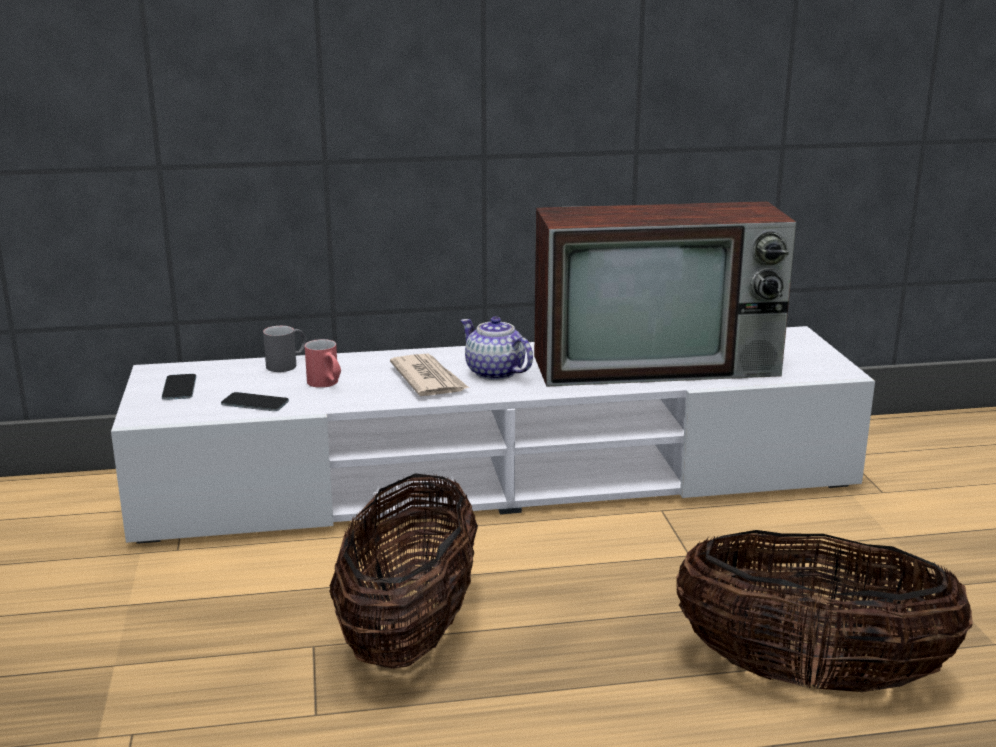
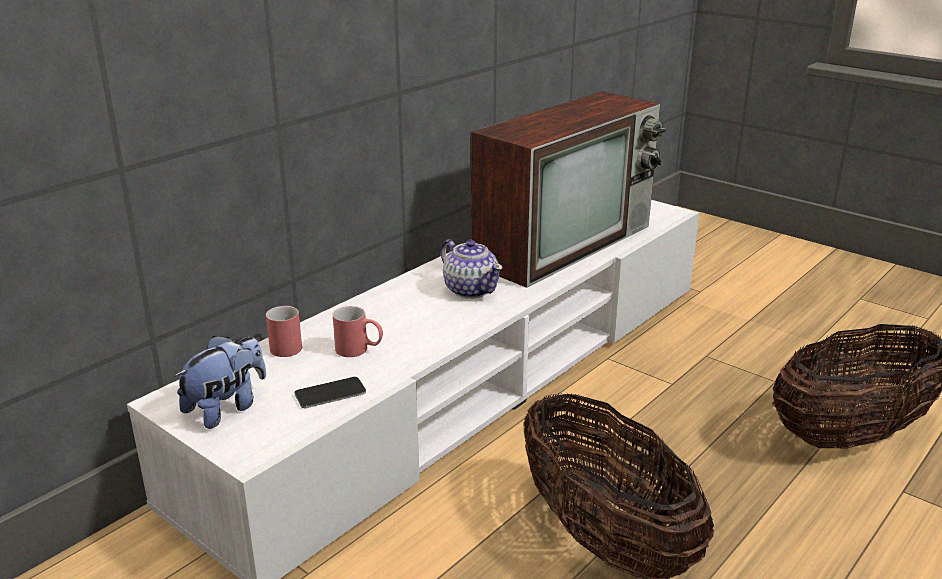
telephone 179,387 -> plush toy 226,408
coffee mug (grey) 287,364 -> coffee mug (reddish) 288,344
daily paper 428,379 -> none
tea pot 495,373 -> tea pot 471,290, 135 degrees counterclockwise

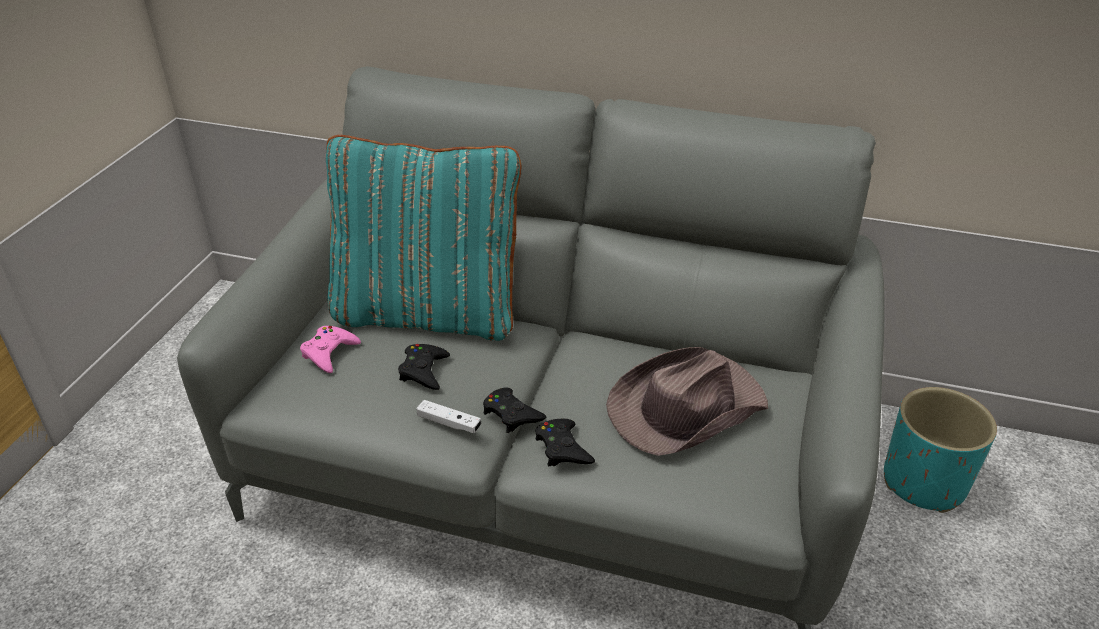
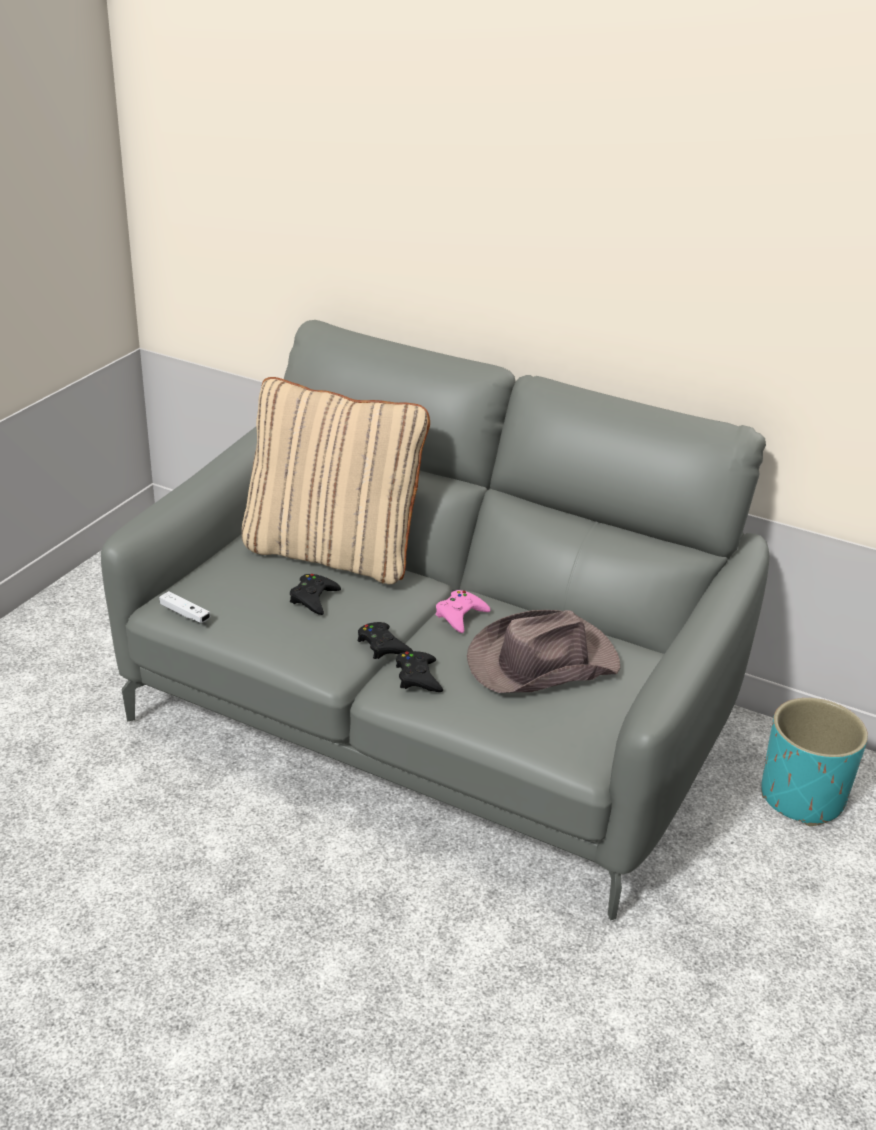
game controller (pink-coloured) 329,353 -> game controller (pink-coloured) 460,615, relocated
cushion (turquoise-coloured) 428,312 -> cushion (sand-coloured) 333,553
game controller (white) 449,423 -> game controller (white) 185,614, relocated

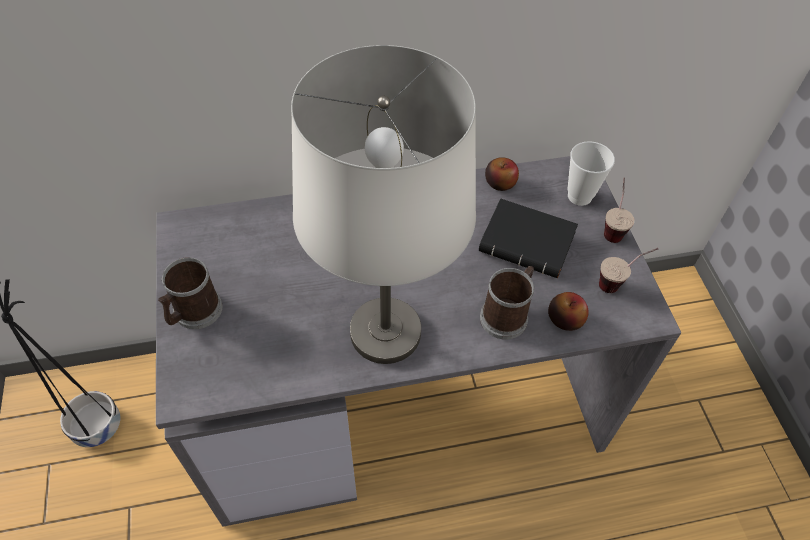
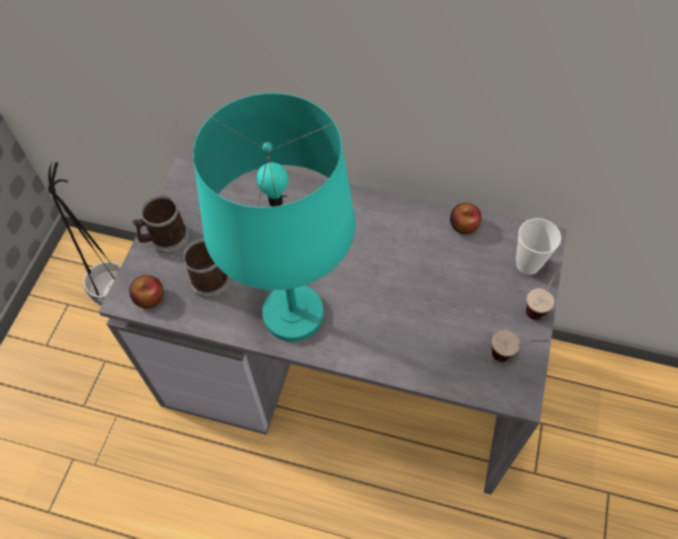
lamp for a table (white) 384,332 -> lamp for a table (turquoise-coloured) 292,313
volume (black-coloured) 529,243 -> none
coffee mug 507,315 -> coffee mug 215,279, relocated
whole apple 565,319 -> whole apple 149,297, relocated

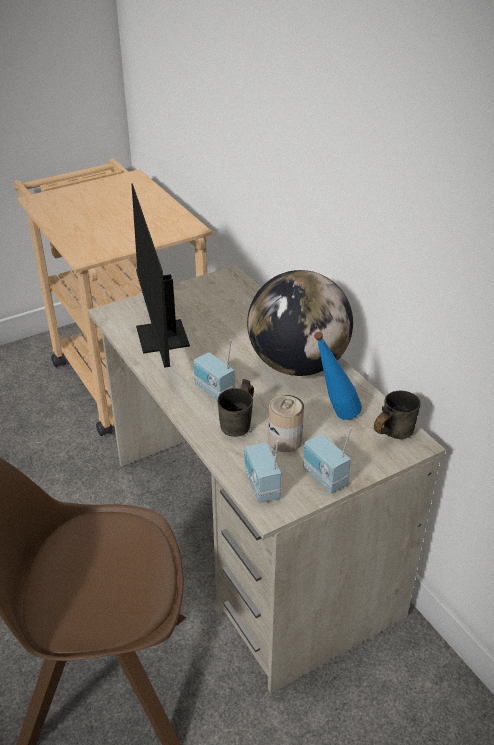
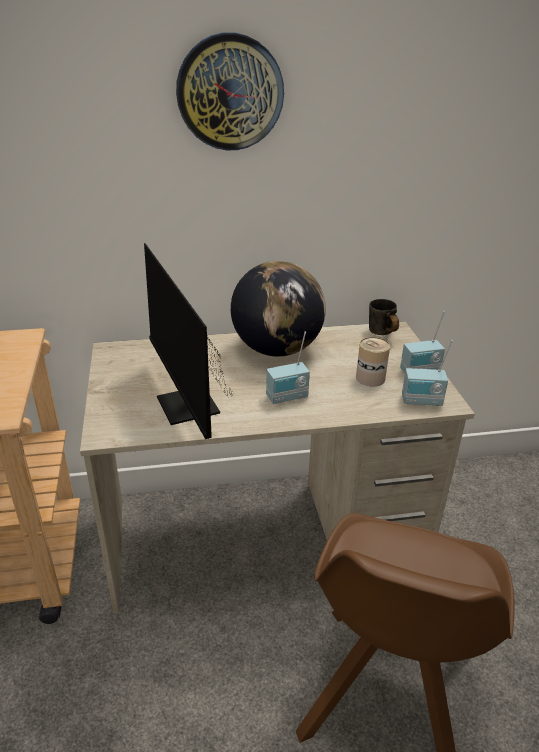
computer screen 161,342 -> computer screen 188,411, 60 degrees clockwise
coffee mug (grey) 241,425 -> none
drink bottle (blue) 334,417 -> none
none -> clock on the wall 230,93

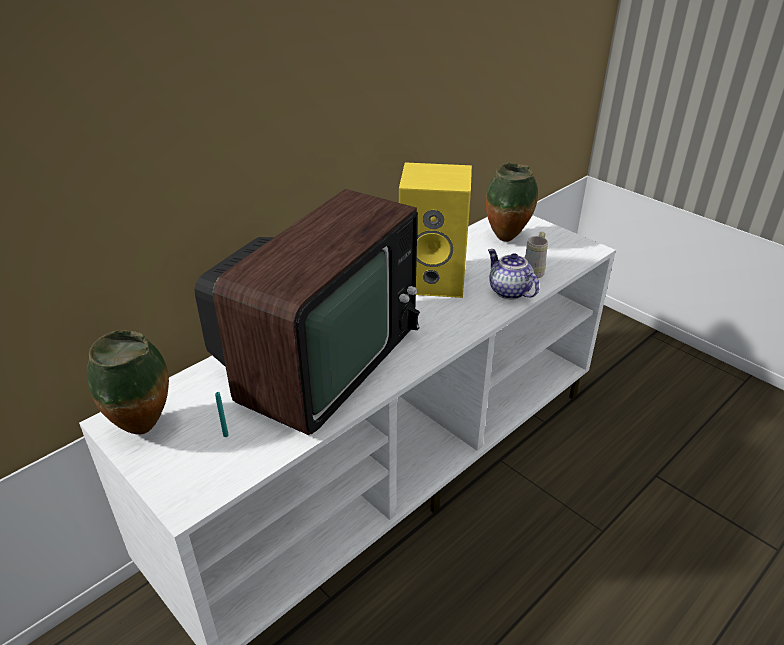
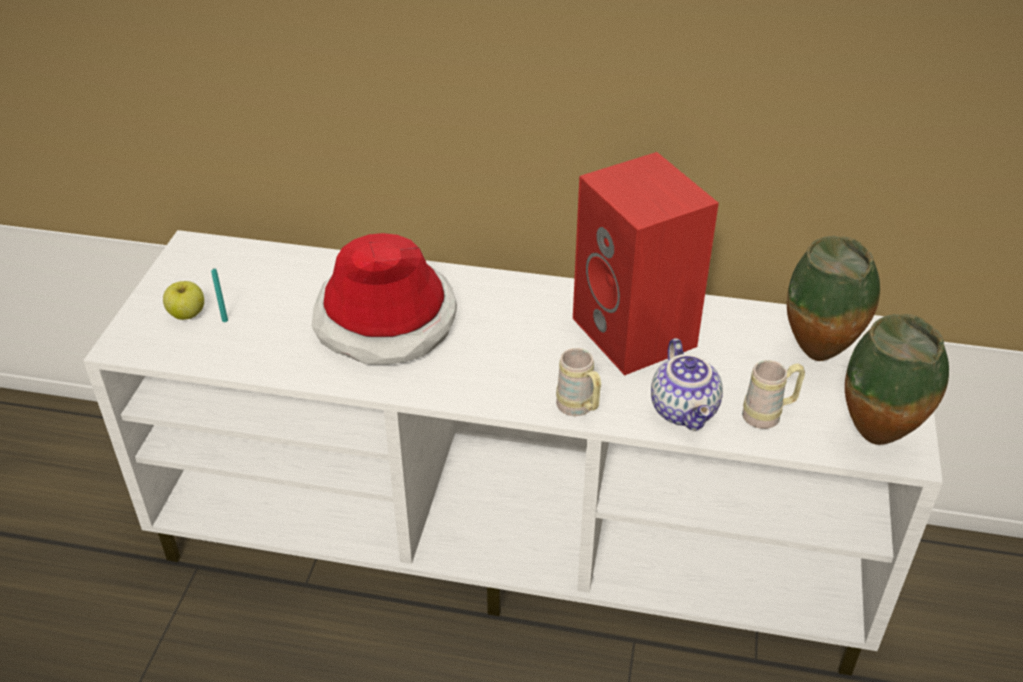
decorative vase 145,430 -> decorative vase 877,440, relocated
TV 318,361 -> hat 386,321
loudspeaker (yellowish) 434,279 -> loudspeaker (reddish) 637,333
tea pot 508,291 -> tea pot 685,410, 150 degrees clockwise
none -> whole apple 187,314
none -> coffee mug (sand-coloured) 579,409

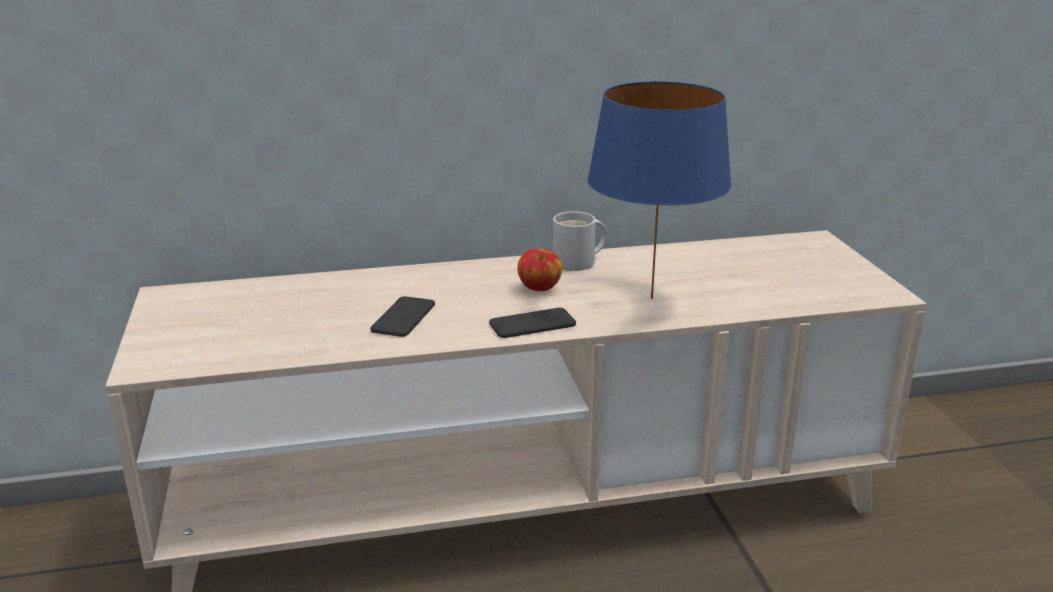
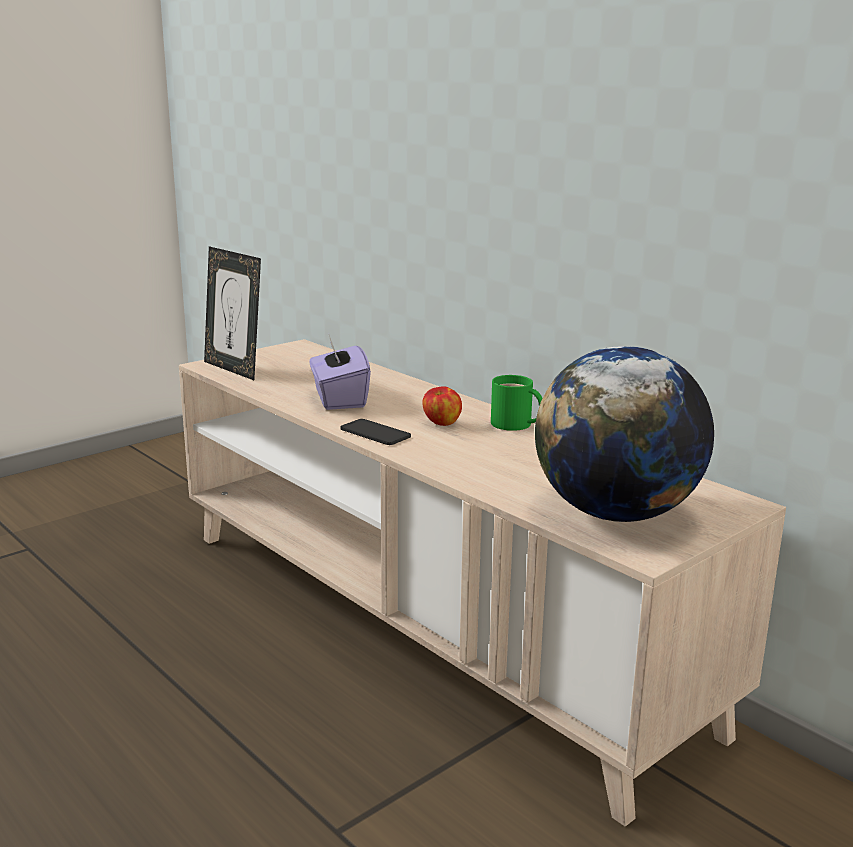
telephone 403,317 -> tissue box (purplish) 339,399
coffee mug (white) 578,262 -> coffee mug (green) 513,425
lamp for a table (blue) 650,298 -> none
none -> picture frame 234,369
none -> world globe 616,513

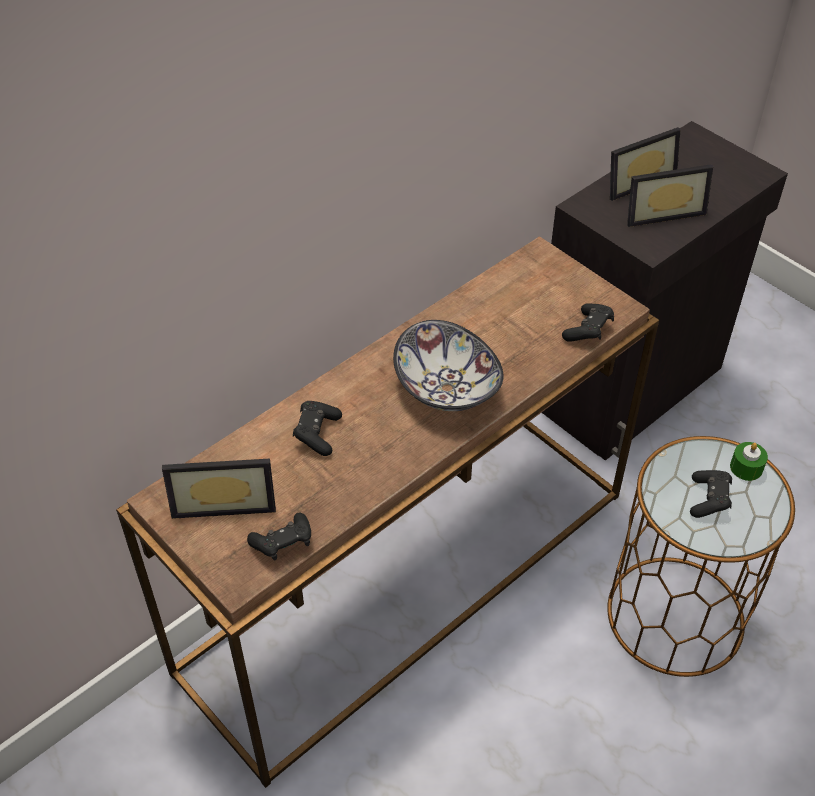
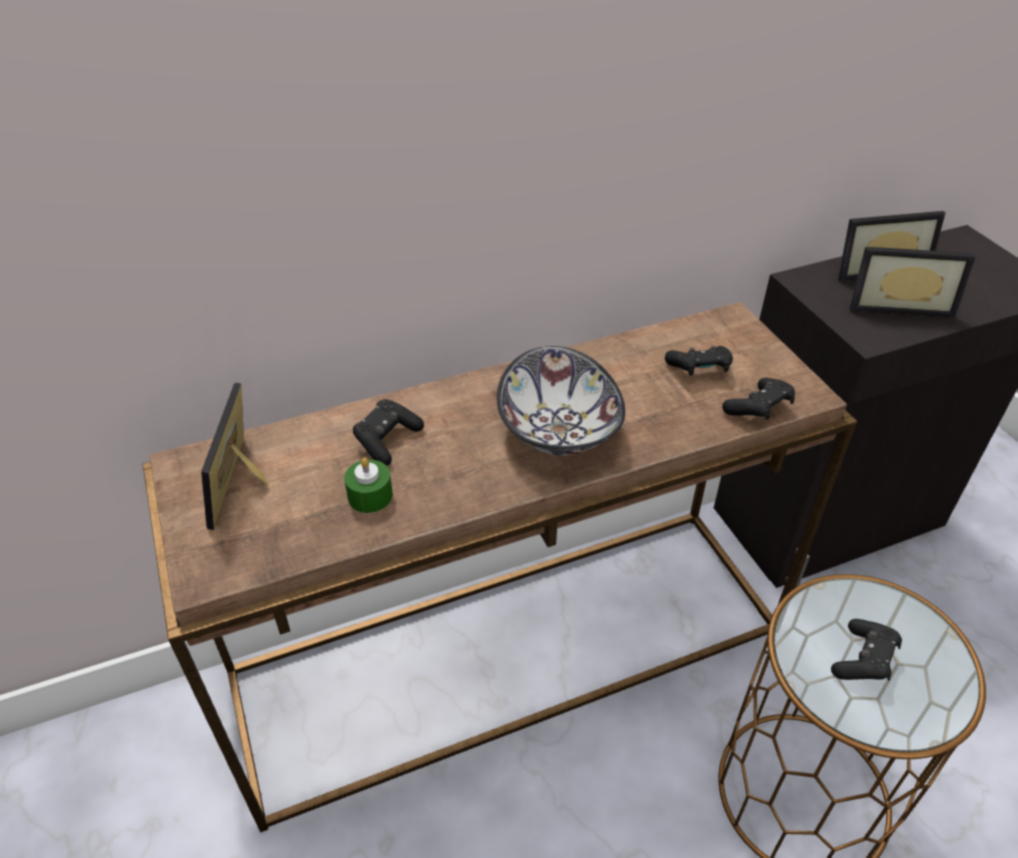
picture frame 224,500 -> picture frame 246,482, 75 degrees clockwise
game controller (black-coloured) 283,544 -> game controller (black-coloured) 699,370, relocated
wax light (green) 746,467 -> wax light (green) 370,496, relocated

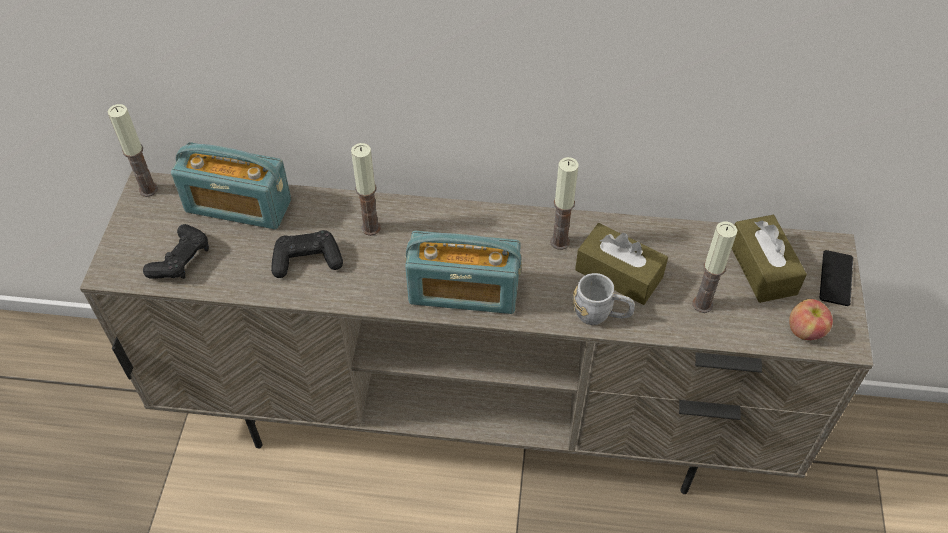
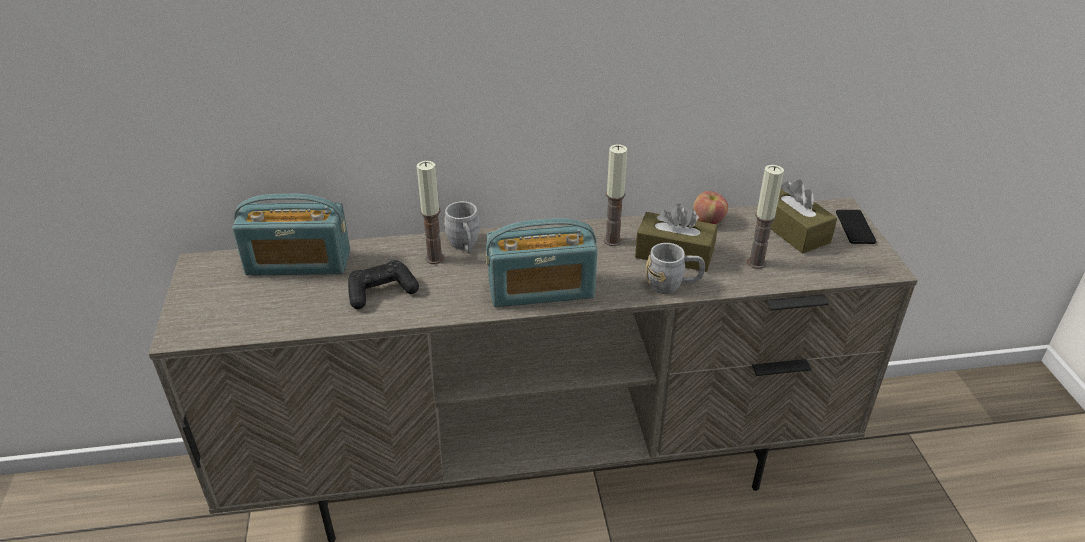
wax light 148,189 -> none
game controller (black-coloured) 181,260 -> none
whole apple 805,330 -> whole apple 708,221, relocated
none -> coffee mug (grey) 465,246

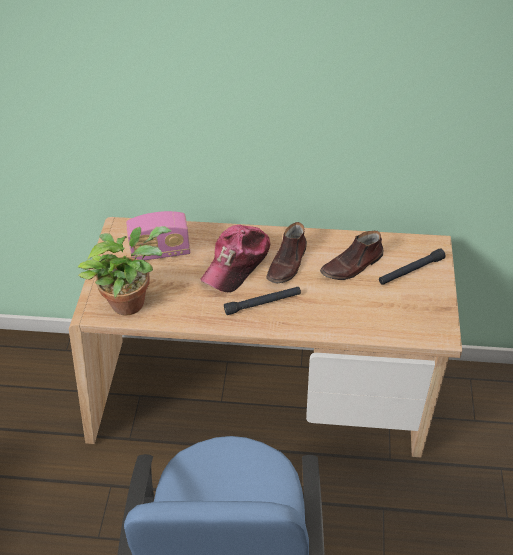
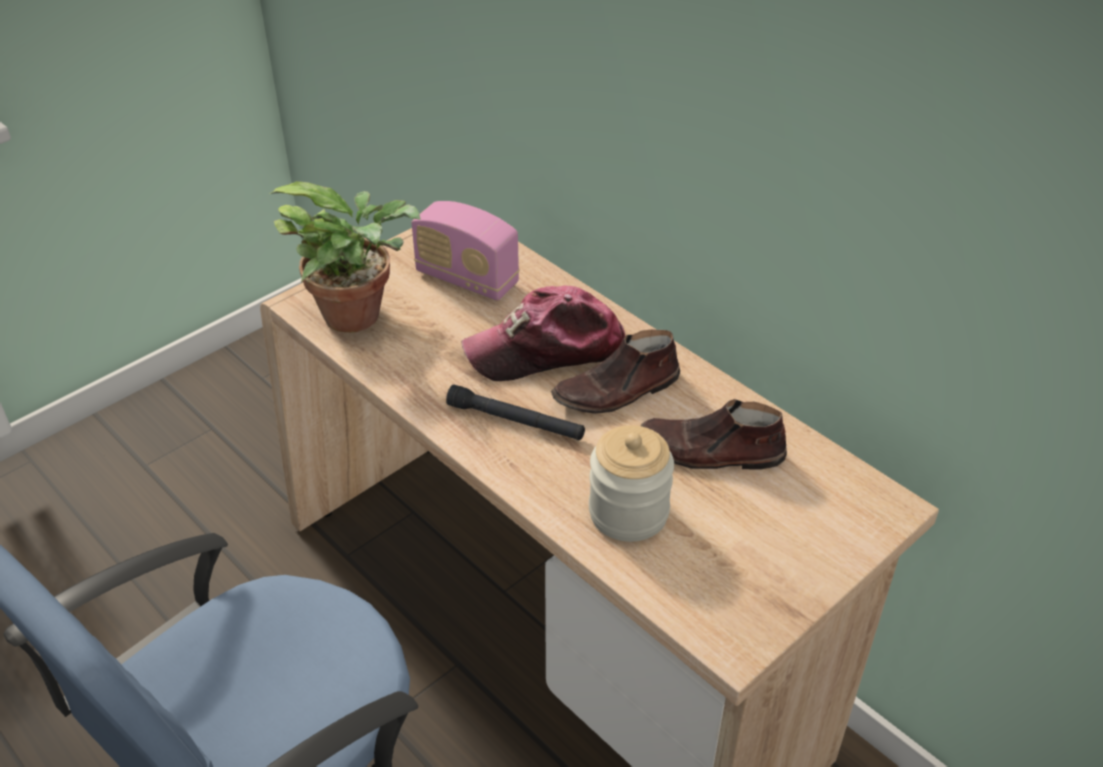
hand torch (black-coloured) 411,271 -> none
none -> preserve jar 628,512

